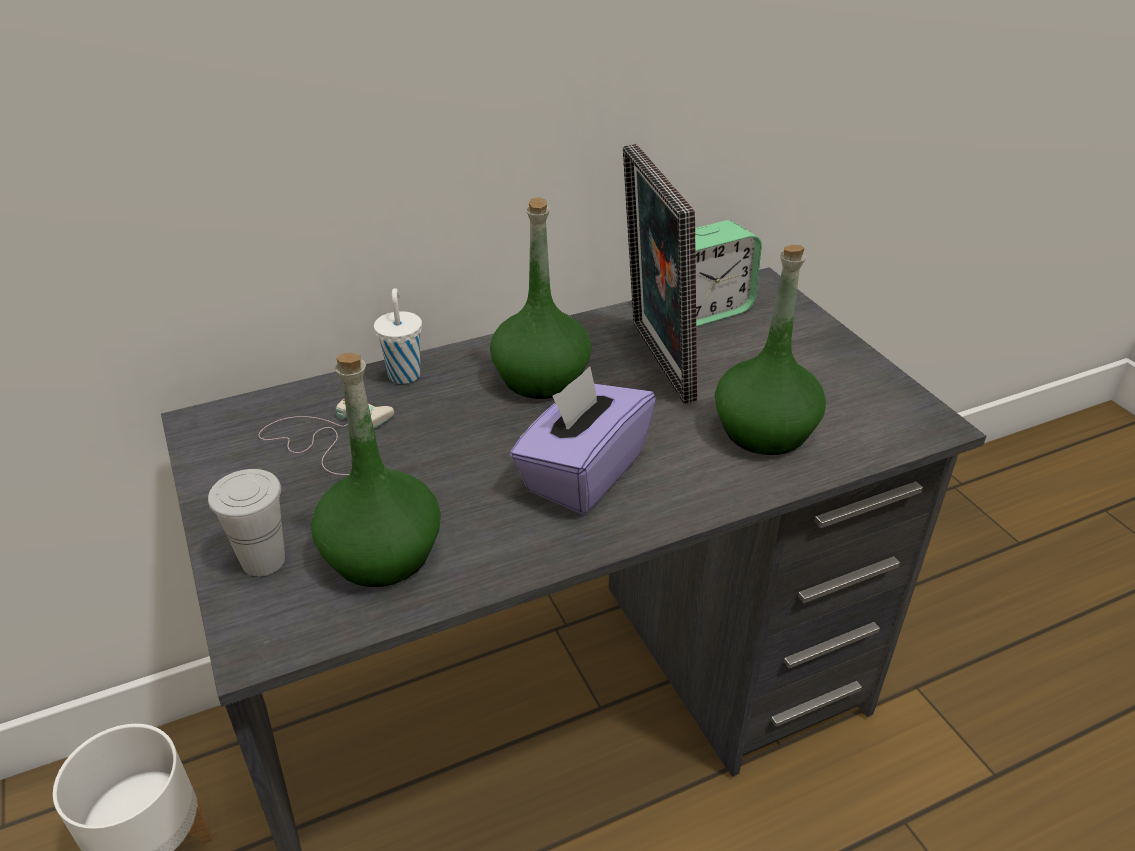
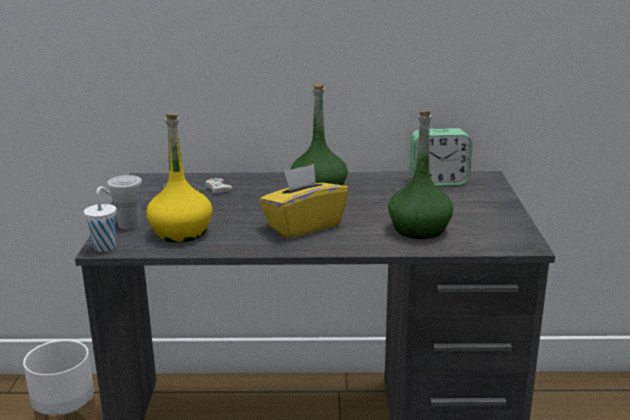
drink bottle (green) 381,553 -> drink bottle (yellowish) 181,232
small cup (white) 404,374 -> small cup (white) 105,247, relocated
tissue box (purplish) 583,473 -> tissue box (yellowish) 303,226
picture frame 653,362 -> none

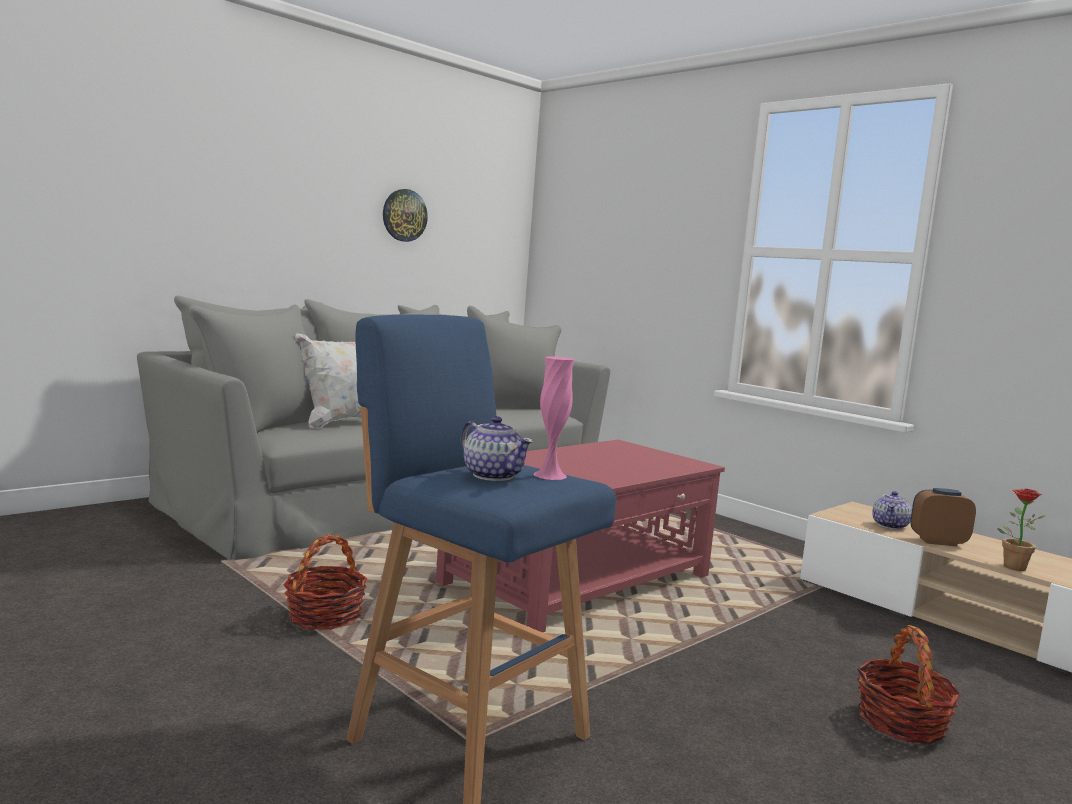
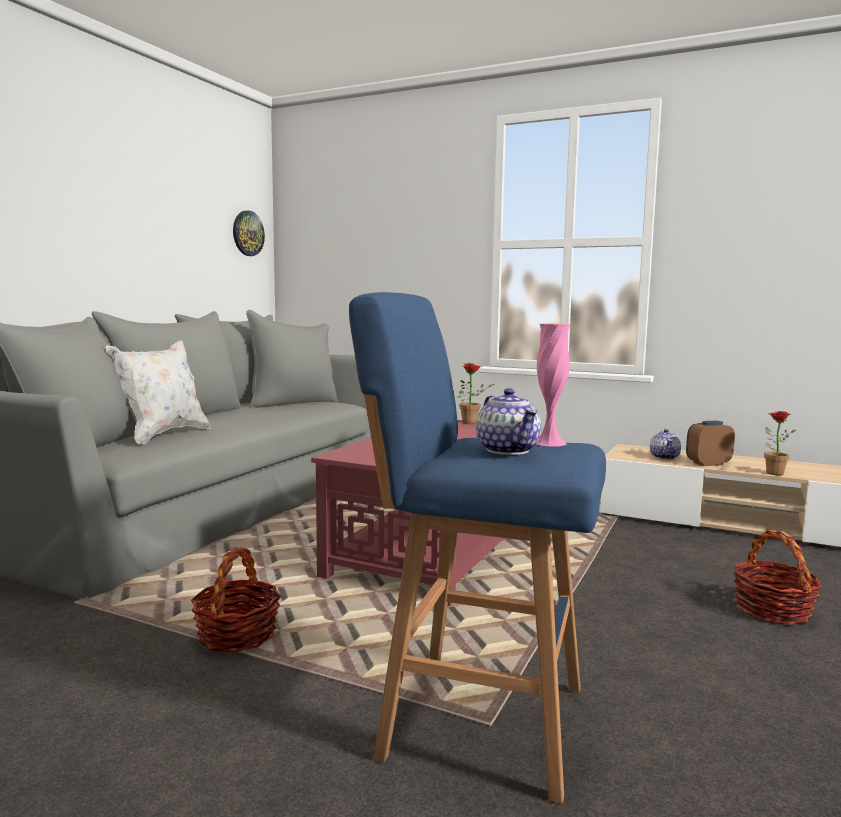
clock on the wall 404,215 -> clock on the wall 247,233, relocated
tea pot 493,475 -> tea pot 507,450, 45 degrees clockwise
none -> potted plant 472,422

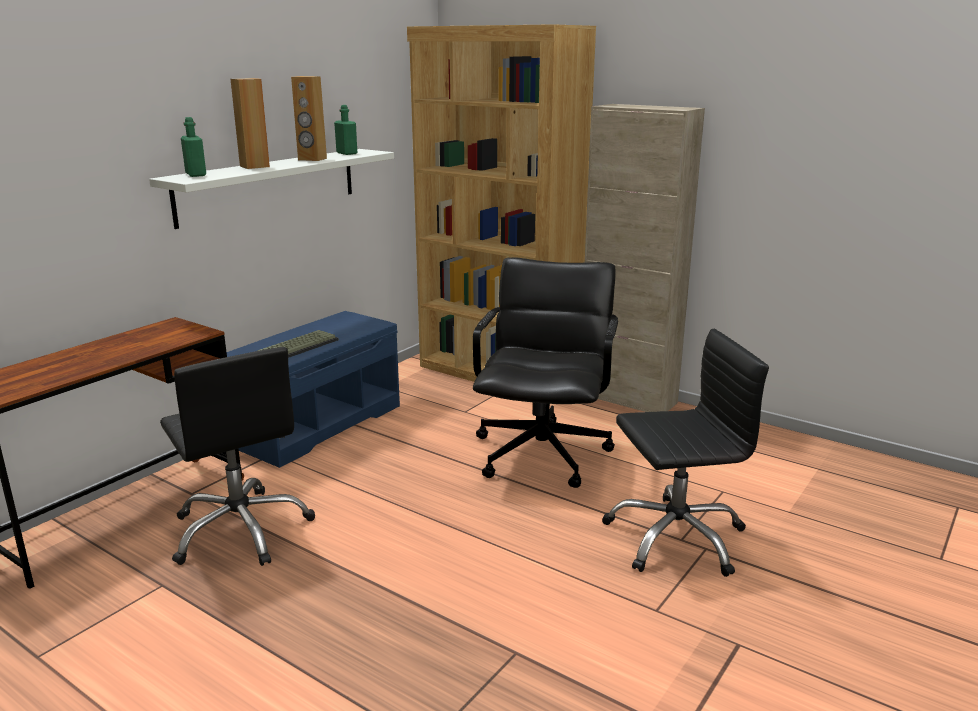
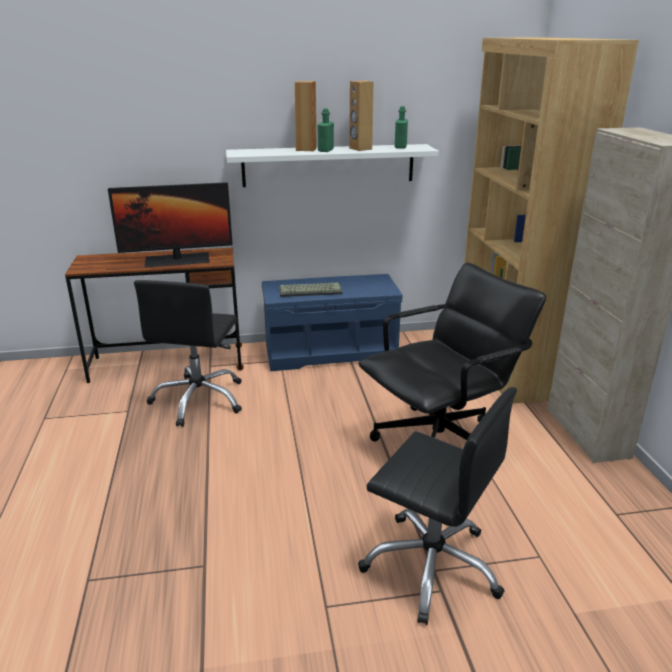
drink bottle (green) 196,175 -> drink bottle (green) 325,150, relocated
none -> computer screen 177,260

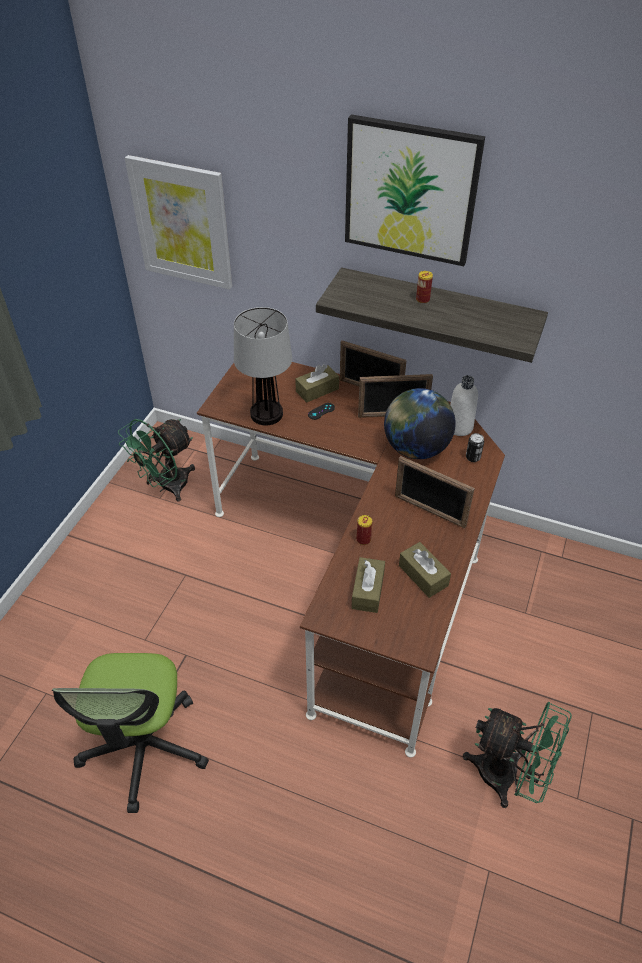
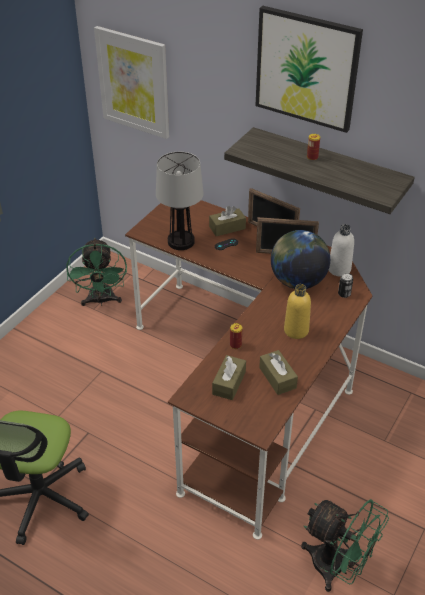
fan (green) 167,487 -> fan (green) 101,301, 60 degrees counterclockwise
picture frame 429,511 -> drink bottle (yellowish) 296,330

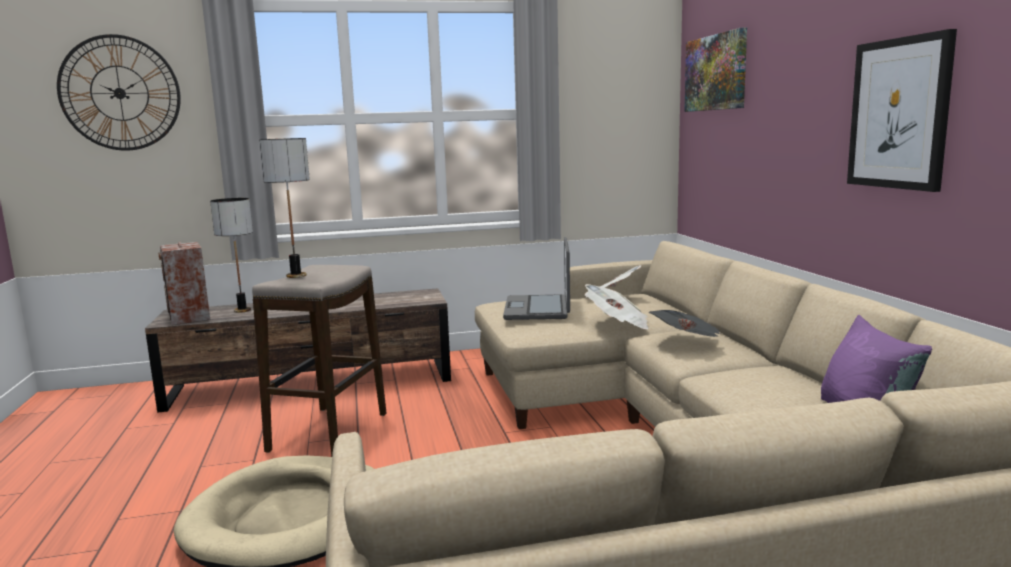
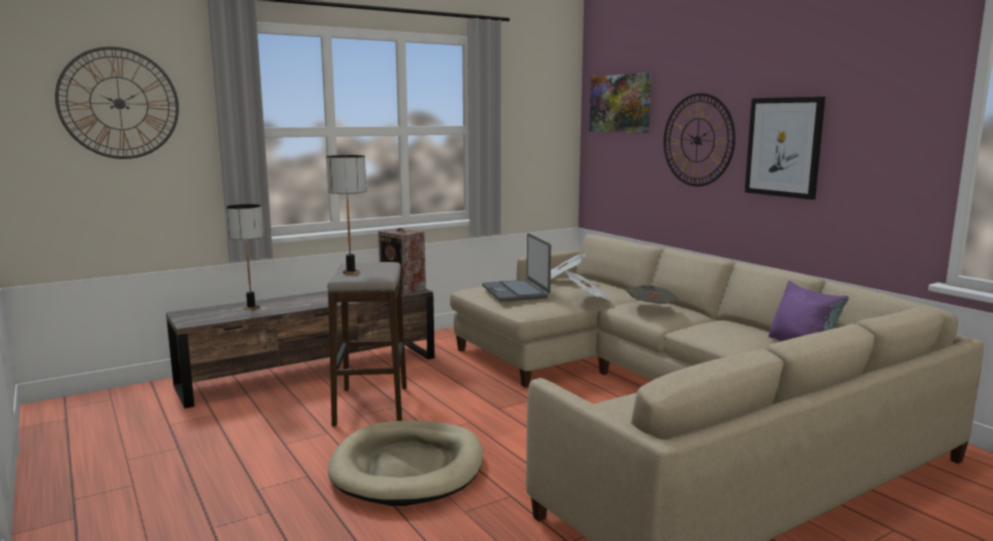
loudspeaker 188,317 -> loudspeaker 403,289, relocated
none -> clock on the wall 697,140

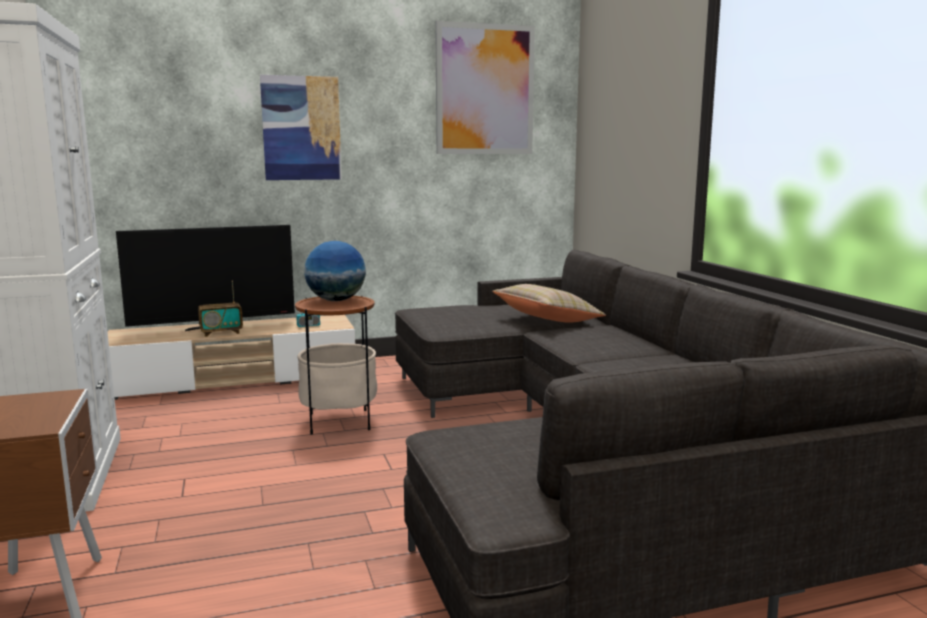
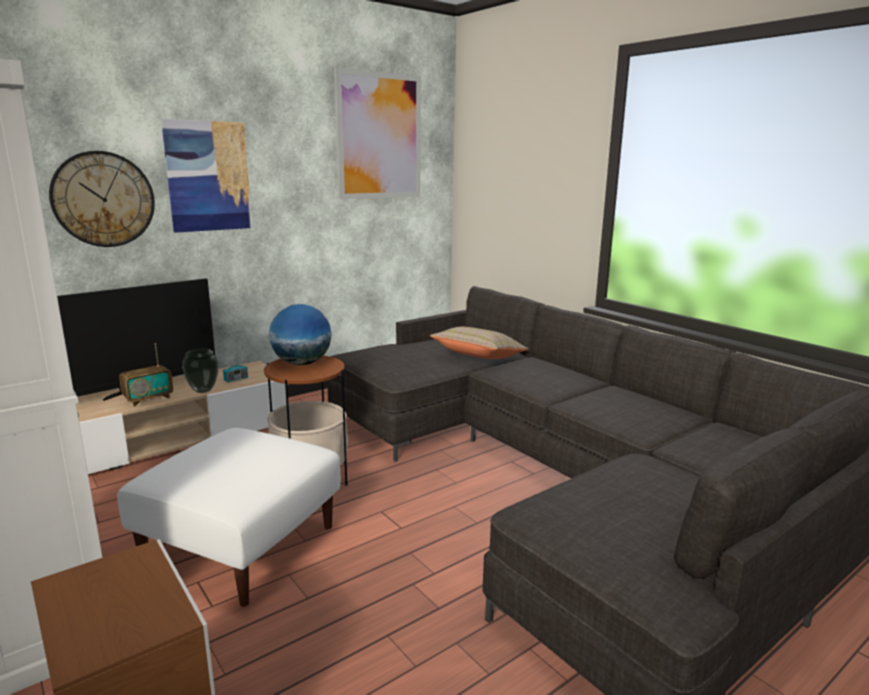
none -> clock on the wall 103,199
none -> pouffe (white) 241,544
none -> decorative vase 202,391

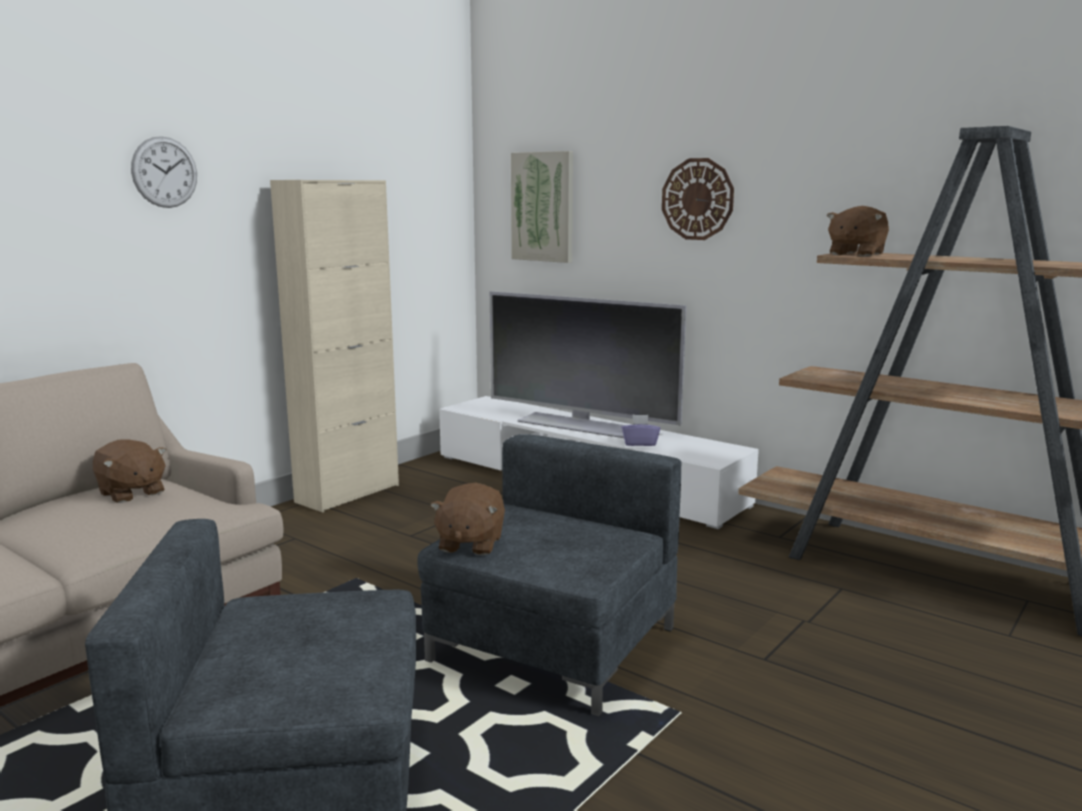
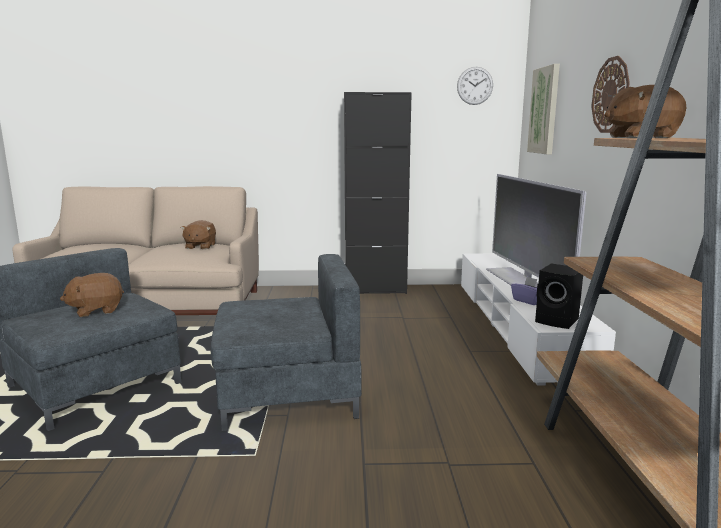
clock on the wall 164,172 -> clock on the wall 475,85, relocated
cabinet (sand-coloured) 347,493 -> cabinet (black-coloured) 375,290
plush toy (brownish) 470,544 -> plush toy (brownish) 96,310, relocated
none -> loudspeaker (black-coloured) 558,321

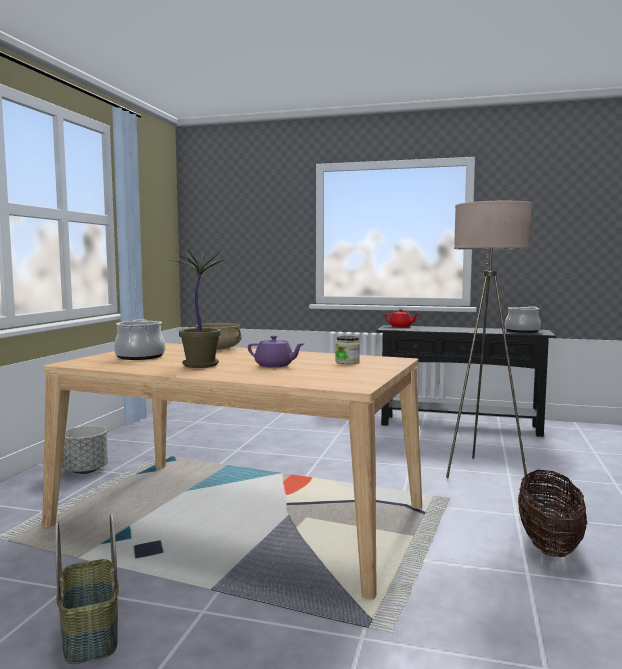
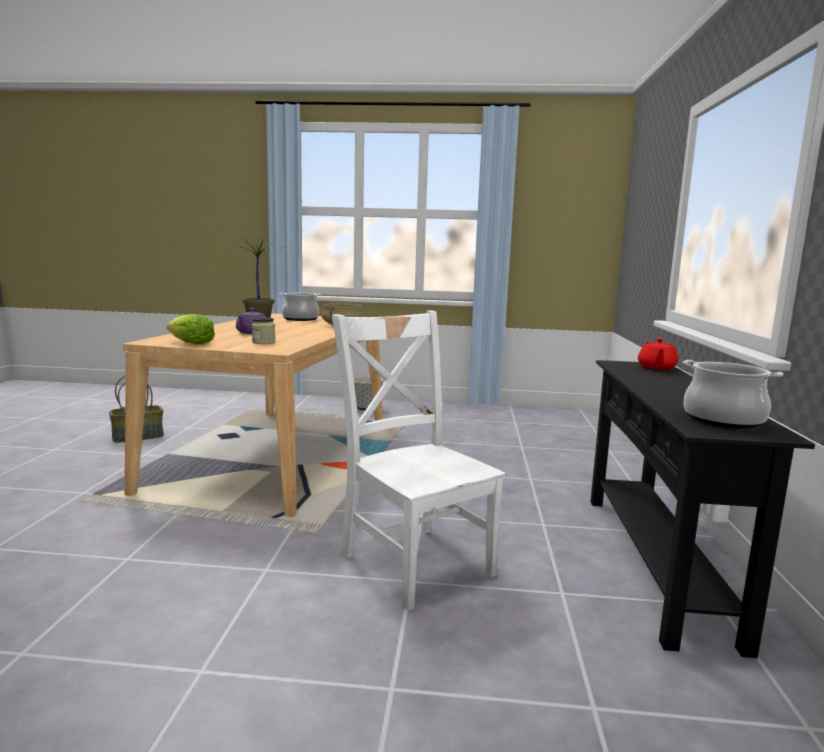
floor lamp (sand-coloured) 482,472 -> plain chair (white) 414,561
basket 549,545 -> none
none -> lettuce head 191,343

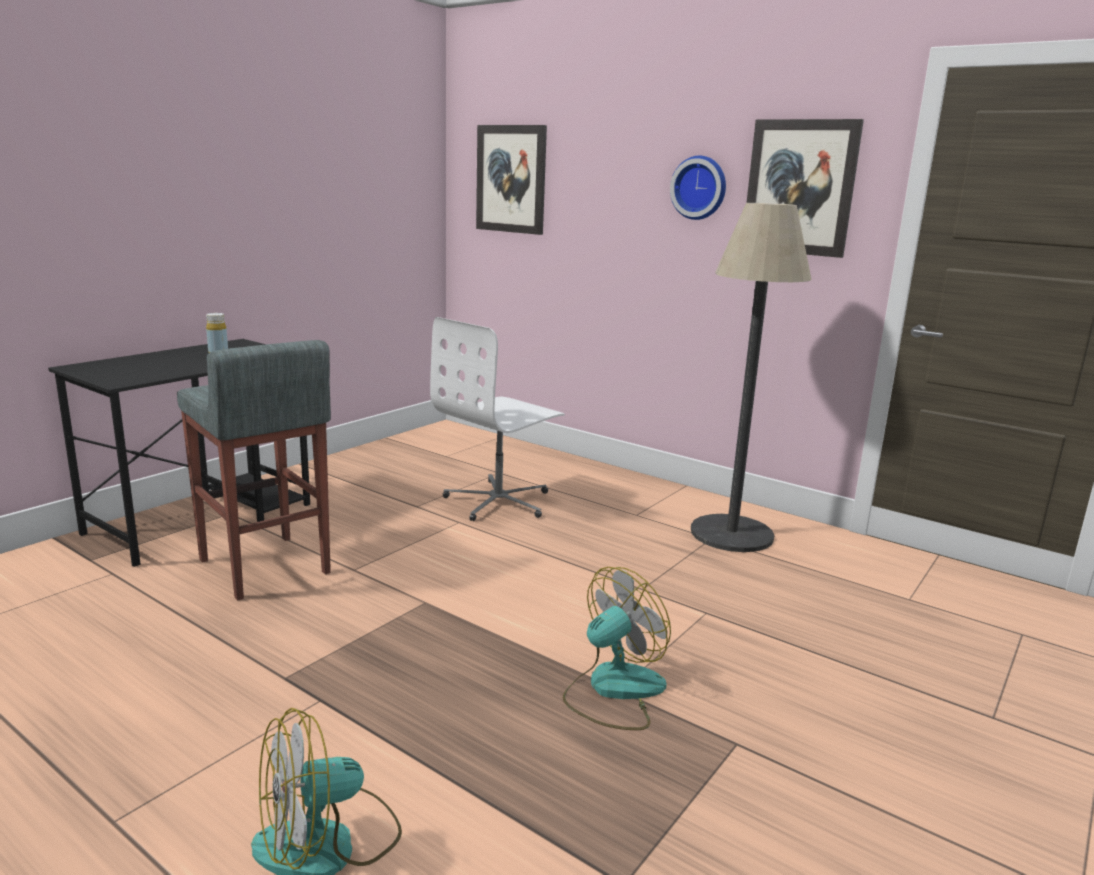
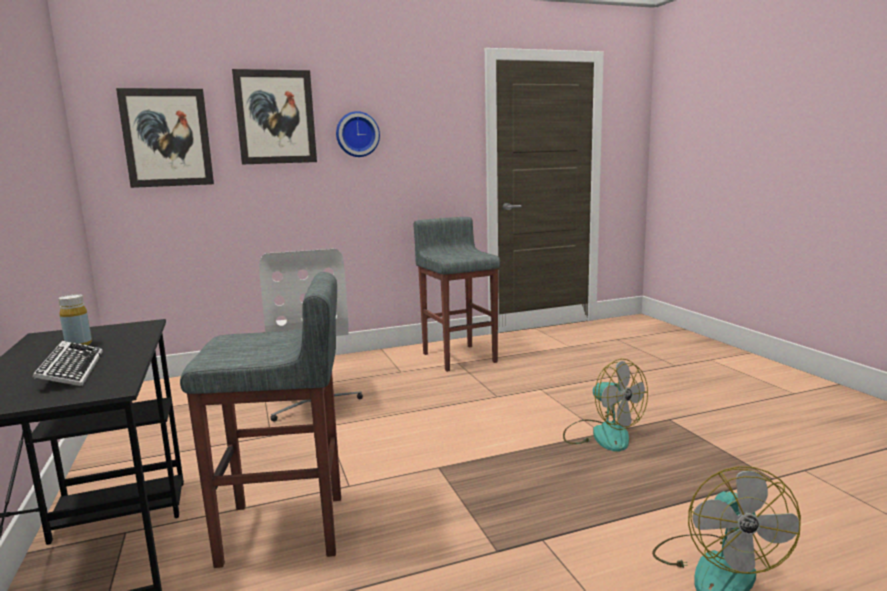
fan 613,690 -> fan 601,434, 150 degrees clockwise
floor lamp 731,534 -> stool seat (grey) 459,357
wall art 800,187 -> wall art 275,117, relocated
none -> keyboard 71,370

